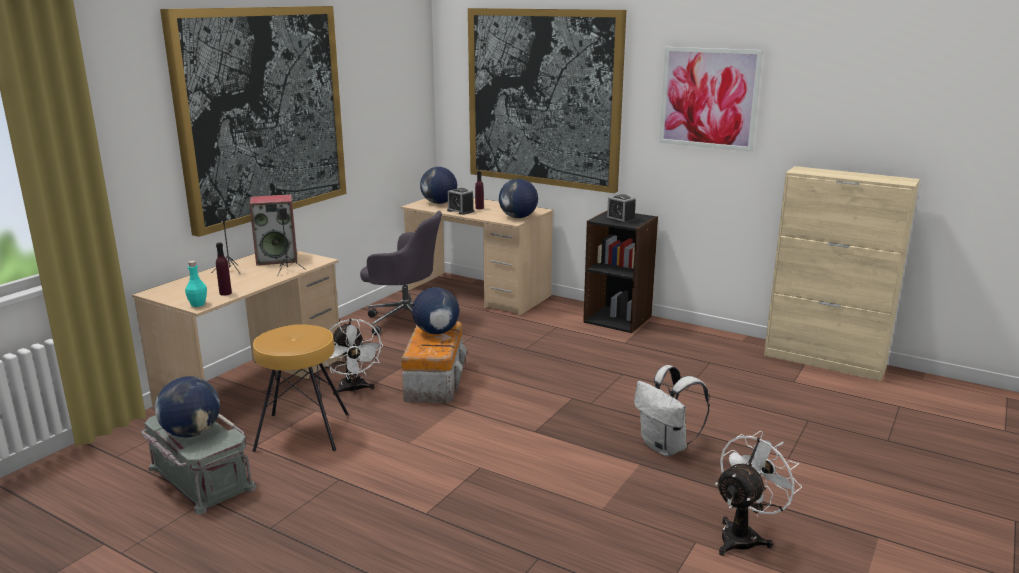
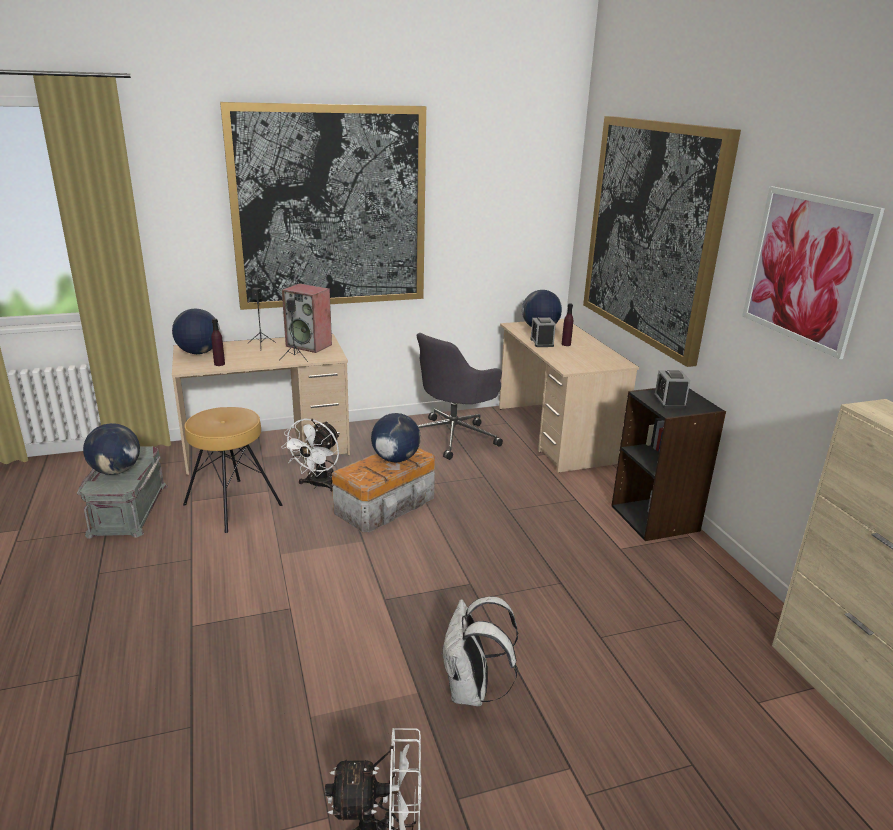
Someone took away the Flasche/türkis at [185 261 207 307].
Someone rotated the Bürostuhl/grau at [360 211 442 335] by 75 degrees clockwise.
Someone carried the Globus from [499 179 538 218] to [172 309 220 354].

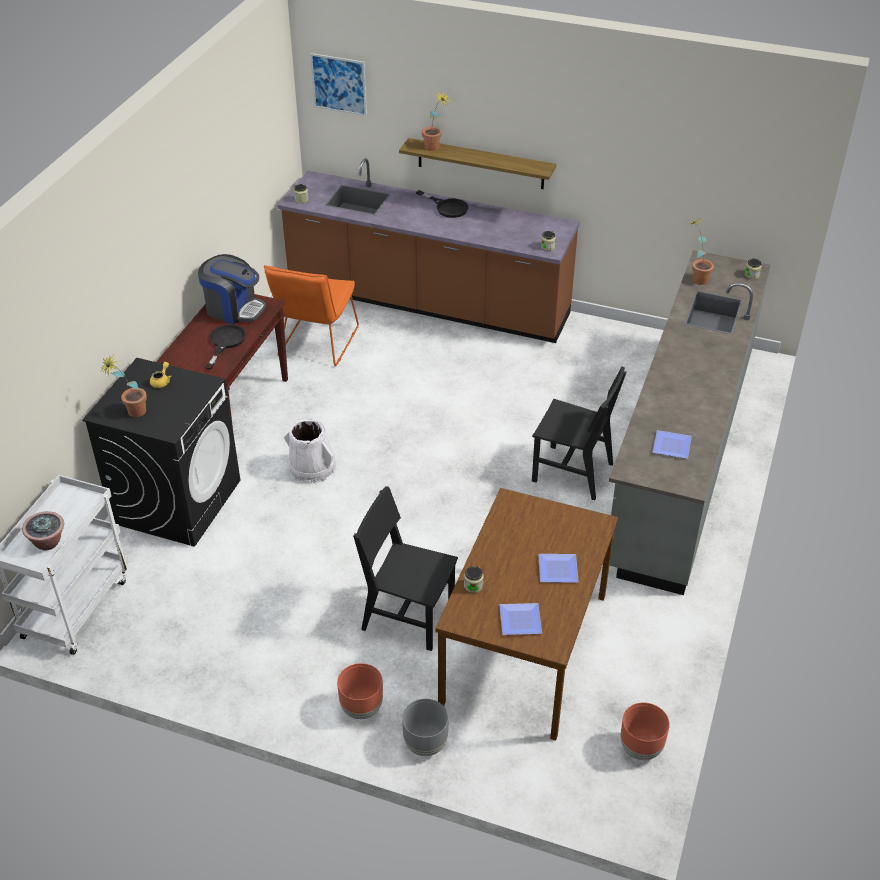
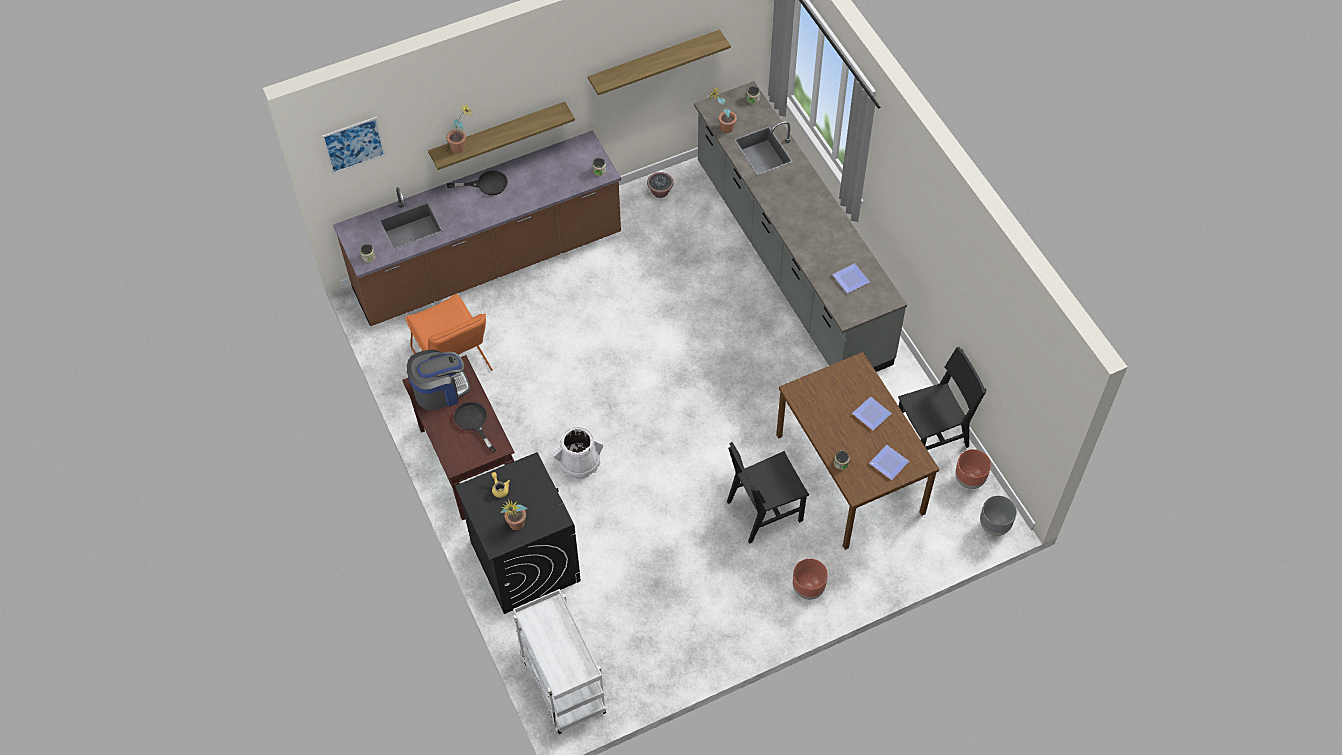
Someone carried the Topfpflanze from [22 511 64 550] to [647 172 674 198].
Someone carried the Pflanzkübel/grau from [402 699 449 756] to [980 496 1017 536].
Someone carried the Stuhl/schwarz from [532 367 627 500] to [898 347 987 450].
Someone put up the Wandregal at [588 30 731 95].

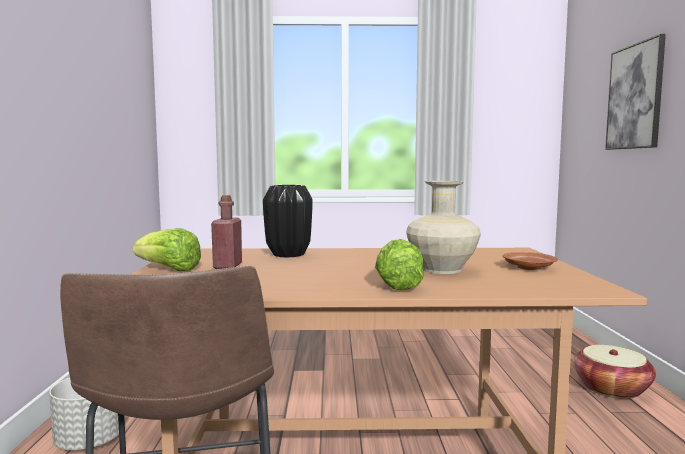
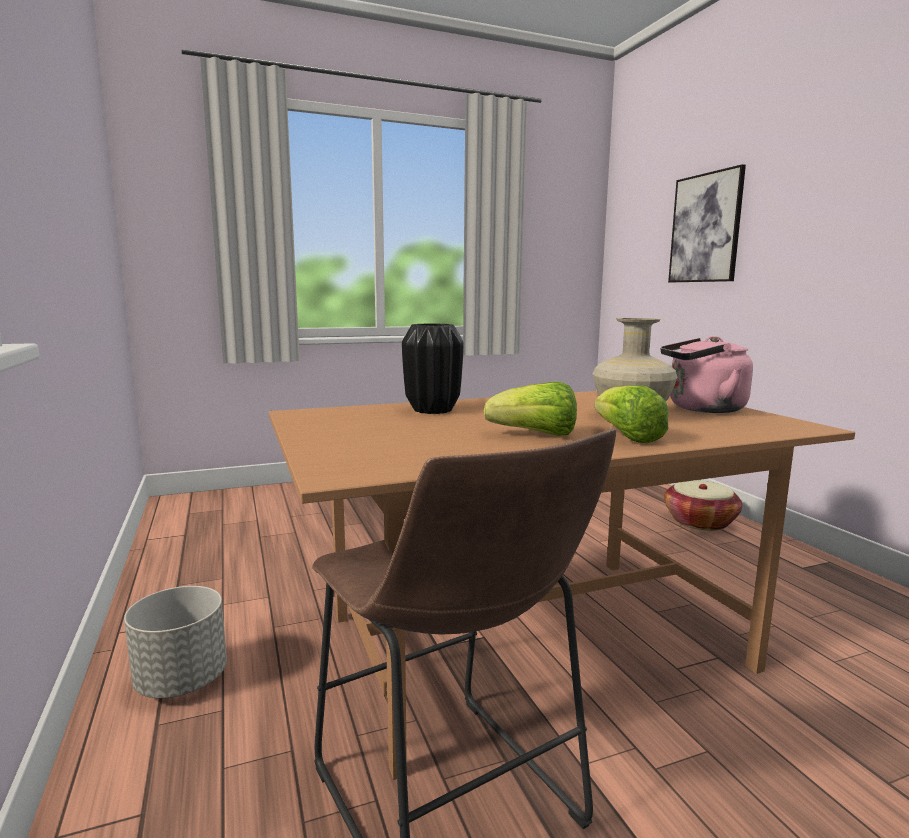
Someone carried the Salatkopf from [133 228 201 271] to [484 382 577 436].
Someone took away the Flasche/rot at [211 195 242 269].
Someone swapped the Teller/braun at [503 252 558 270] for the Wasserkessel/rosa at [660 336 753 413].

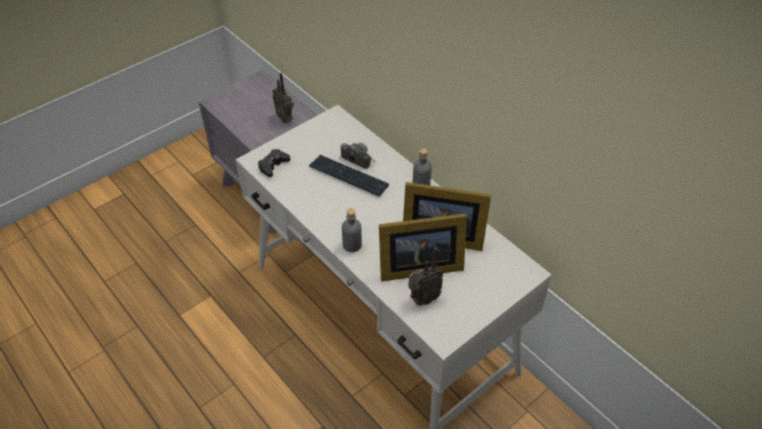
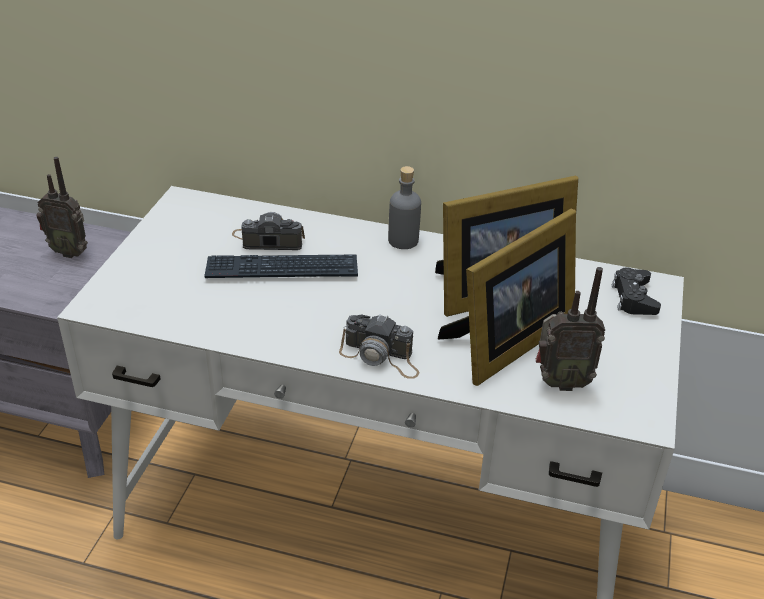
Someone carried the Gamepad/schwarz from [258 149 290 177] to [611 268 661 315].
Someone swapped the Flasche/grau at [342 208 362 252] for the Kamera at [339 314 419 379].
Someone rotated the Radio at [408 247 443 306] by 60 degrees clockwise.

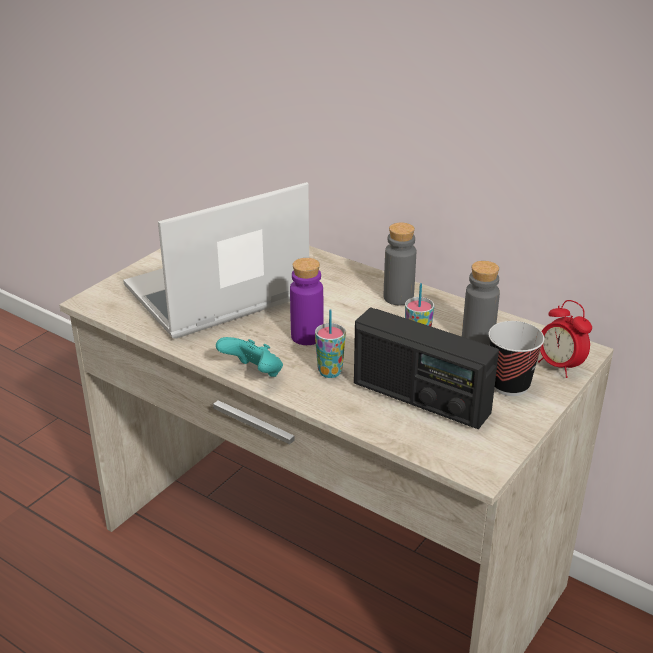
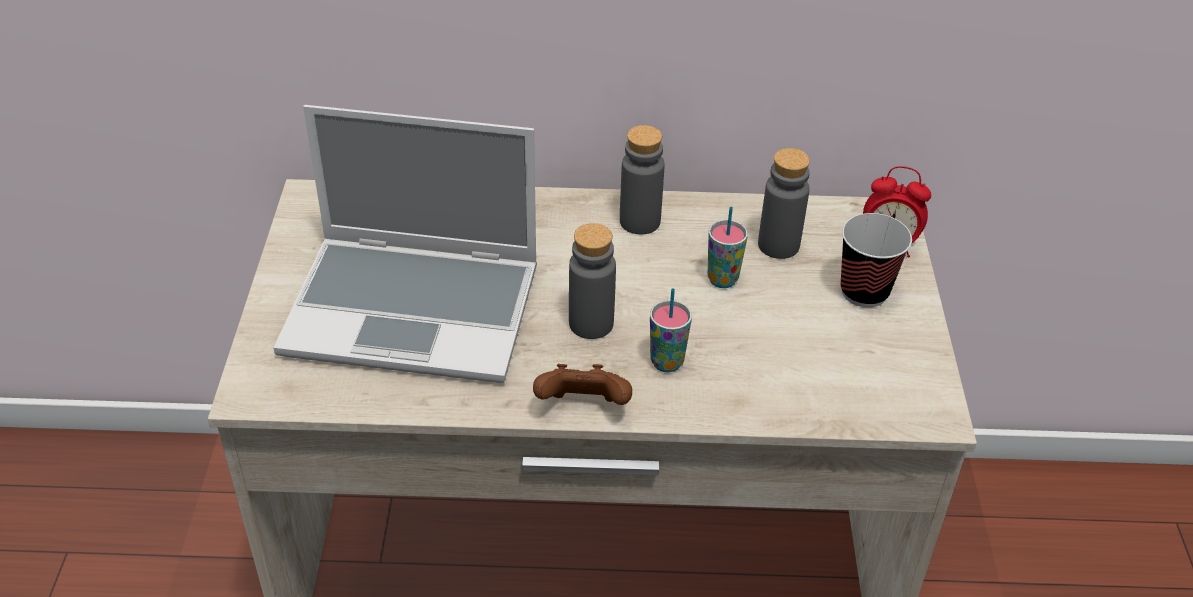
Someone rotated the Laptop at [123 182 309 339] by 105 degrees counterclockwise.
Someone repainted the Gamepad/türkis at [216 337 283 377], which became the Gamepad/braun at [533 364 632 405].
Someone repainted the Flasche/lila at [290 258 323 345], which became the Flasche/grau at [569 223 616 339].
Someone took away the Radio at [354 308 499 429].

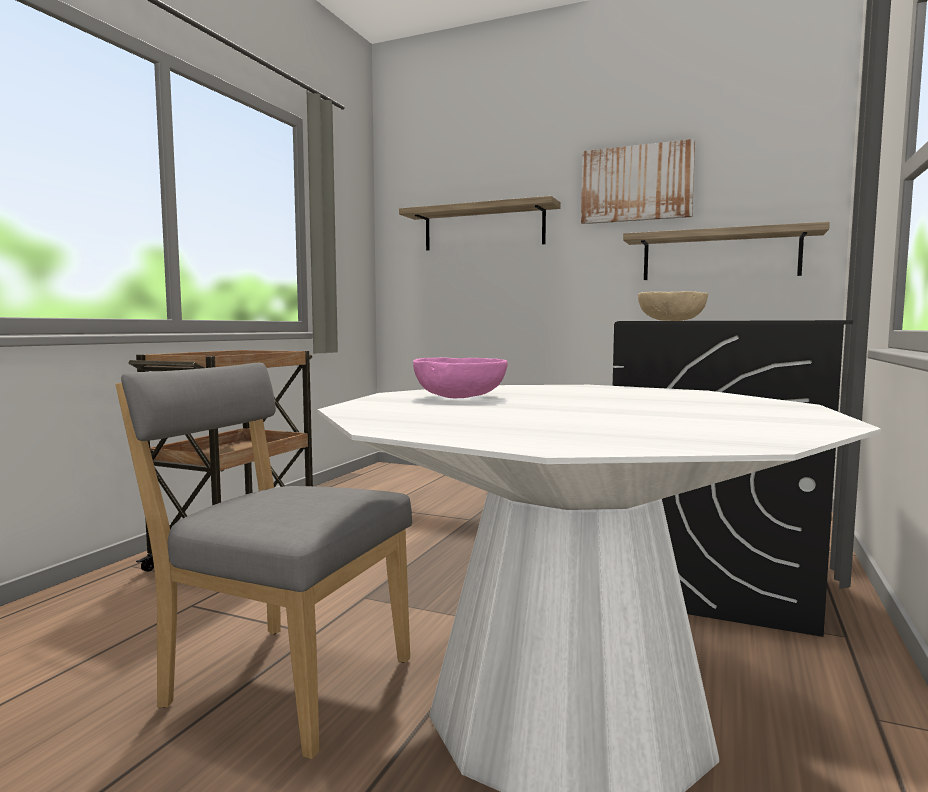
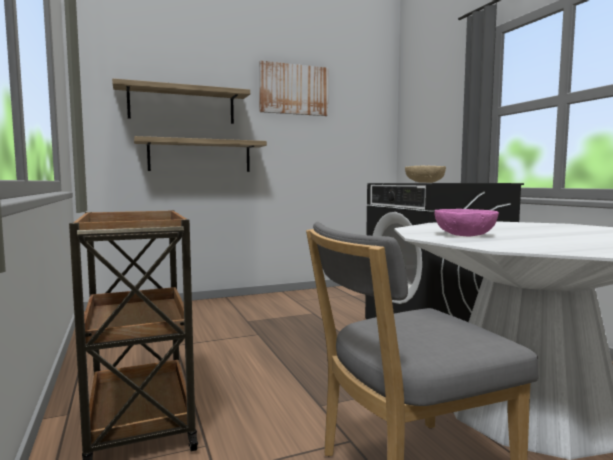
Someone carried the Wandregal from [623 222 830 280] to [134 136 267 172].

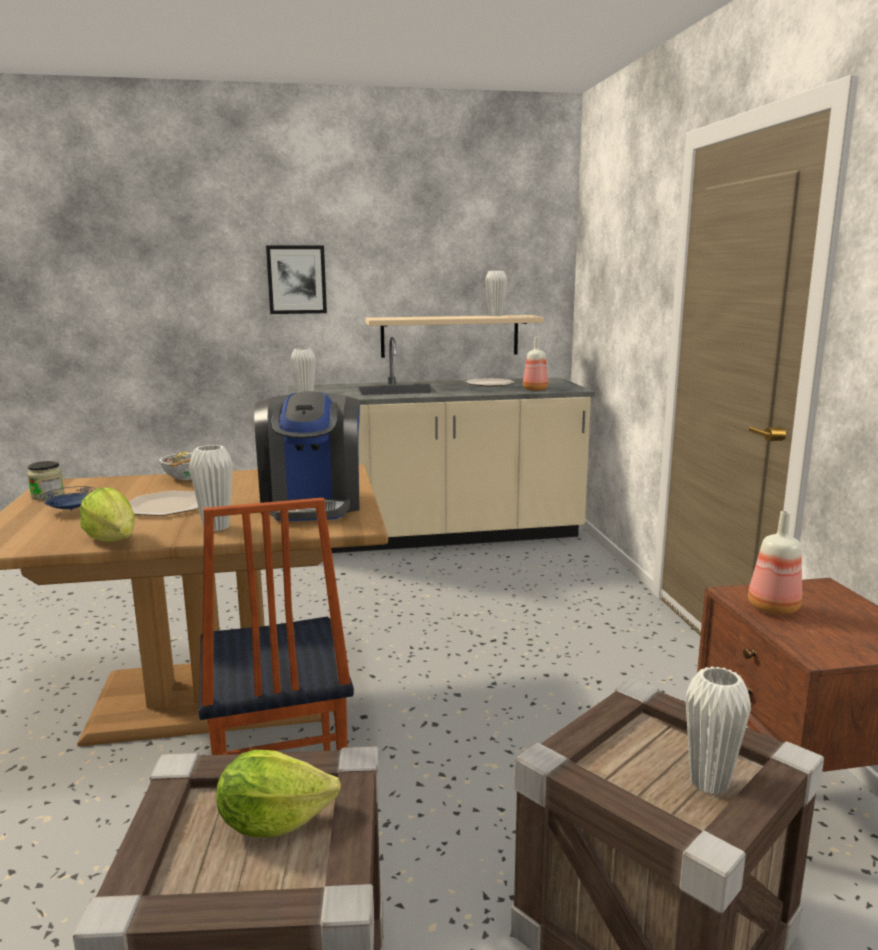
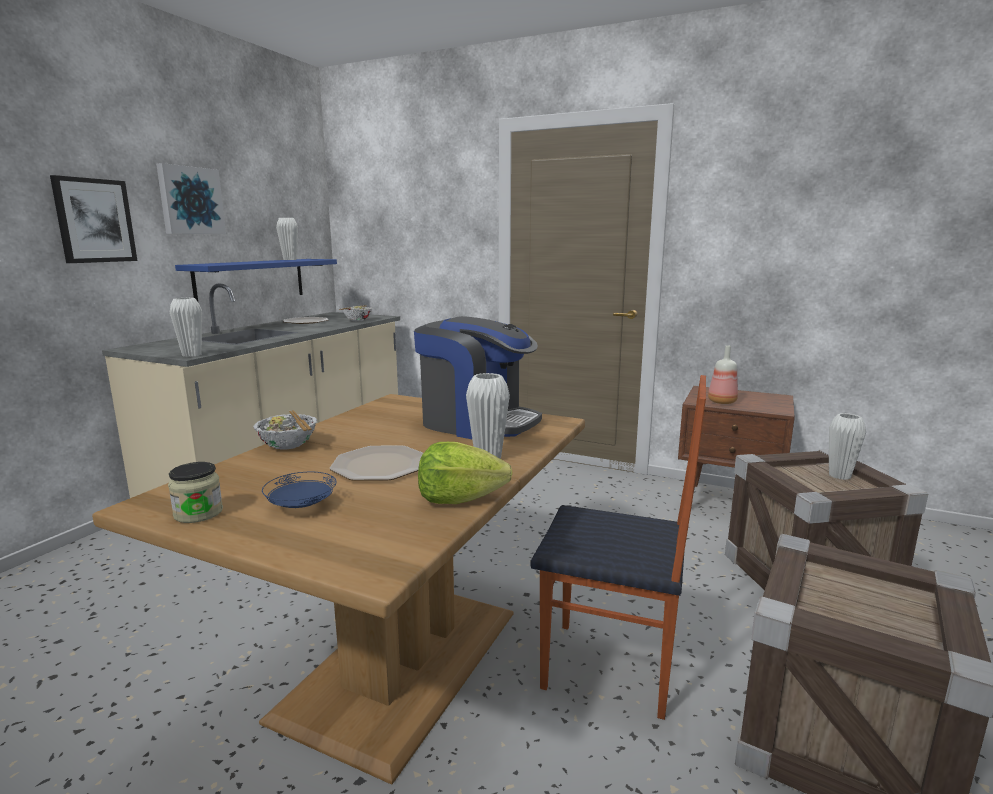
Someone took away the Salatkopf at [216 750 341 837].
Someone repainted the Wandregal/beige at [365 315 544 358], which became the Wandregal/blau at [175 259 337 301].
Someone swapped the Flasche at [523 337 549 391] for the Schüssel at [339 305 373 321].
Someone put up the Bild at [156 163 226 234].

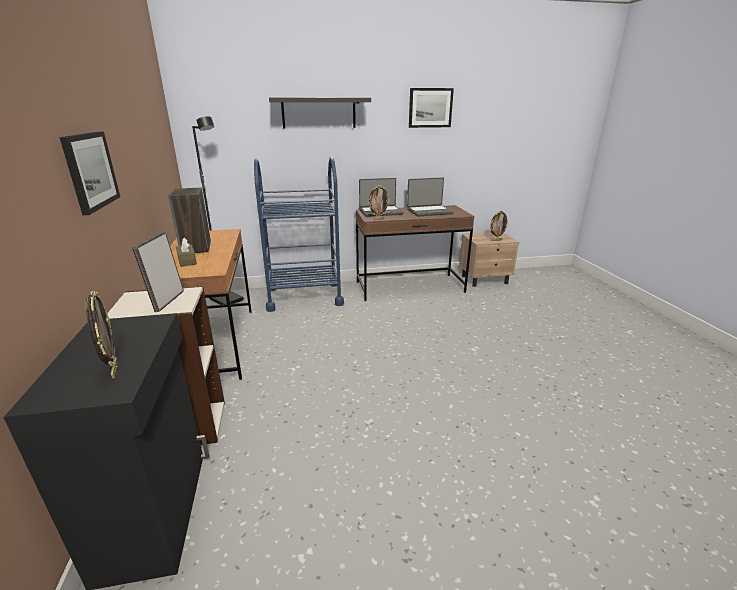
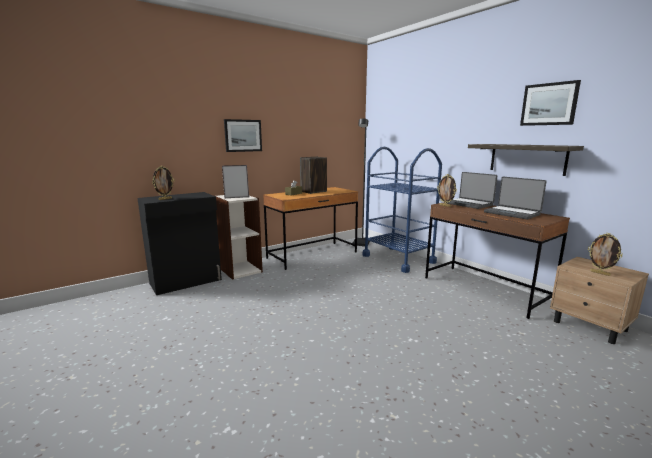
Someone carried the Wandregal from [269 97 371 128] to [468 144 584 176].

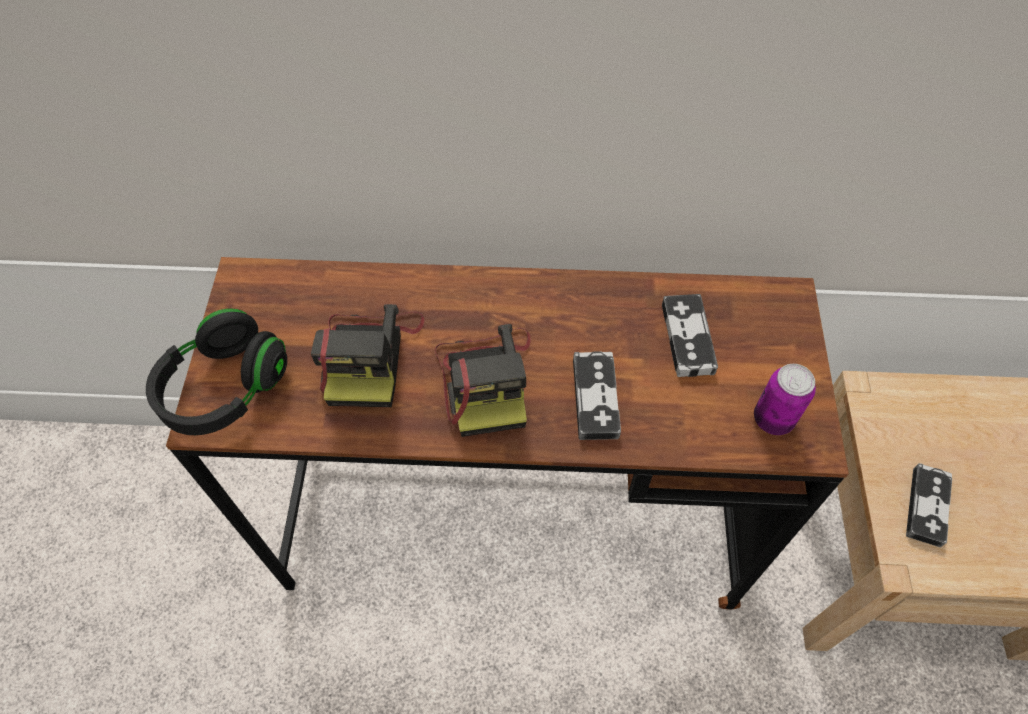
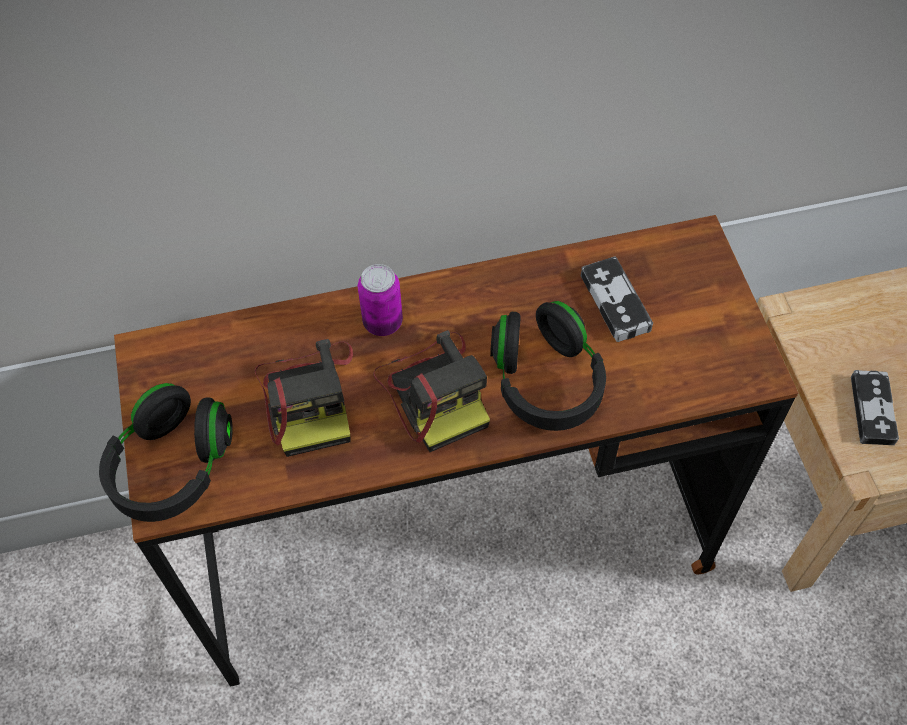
Someone swapped the Gamepad at [573 351 621 440] for the Kopfhörer/schwarz at [490 301 606 431].
Someone carried the Dose from [754 364 816 435] to [358 264 403 336].

